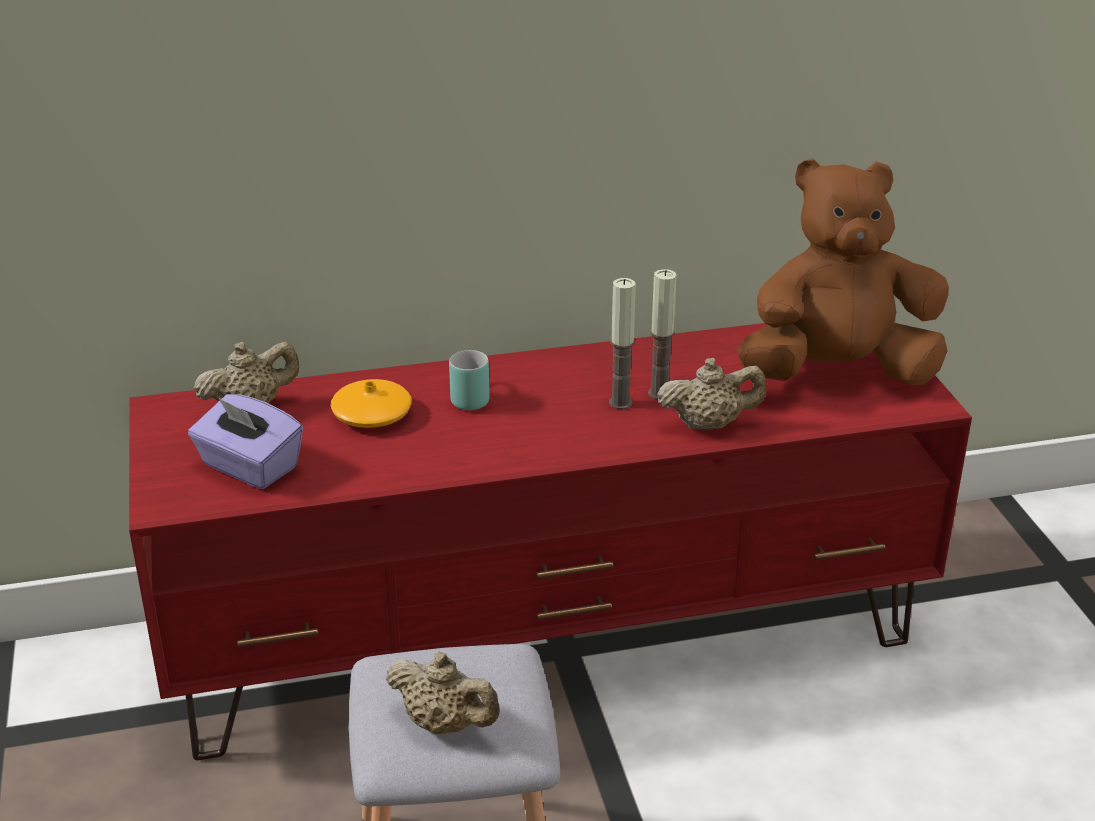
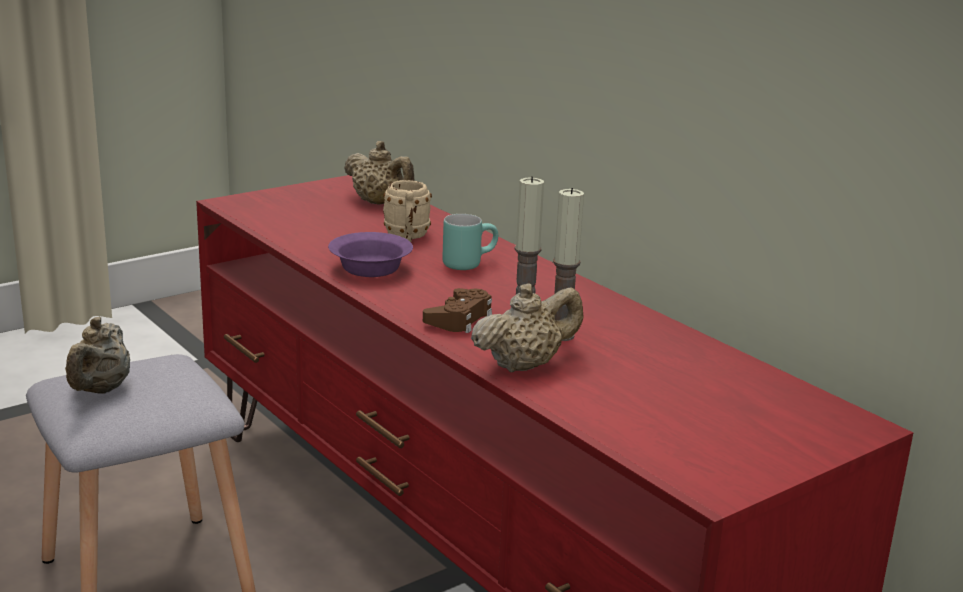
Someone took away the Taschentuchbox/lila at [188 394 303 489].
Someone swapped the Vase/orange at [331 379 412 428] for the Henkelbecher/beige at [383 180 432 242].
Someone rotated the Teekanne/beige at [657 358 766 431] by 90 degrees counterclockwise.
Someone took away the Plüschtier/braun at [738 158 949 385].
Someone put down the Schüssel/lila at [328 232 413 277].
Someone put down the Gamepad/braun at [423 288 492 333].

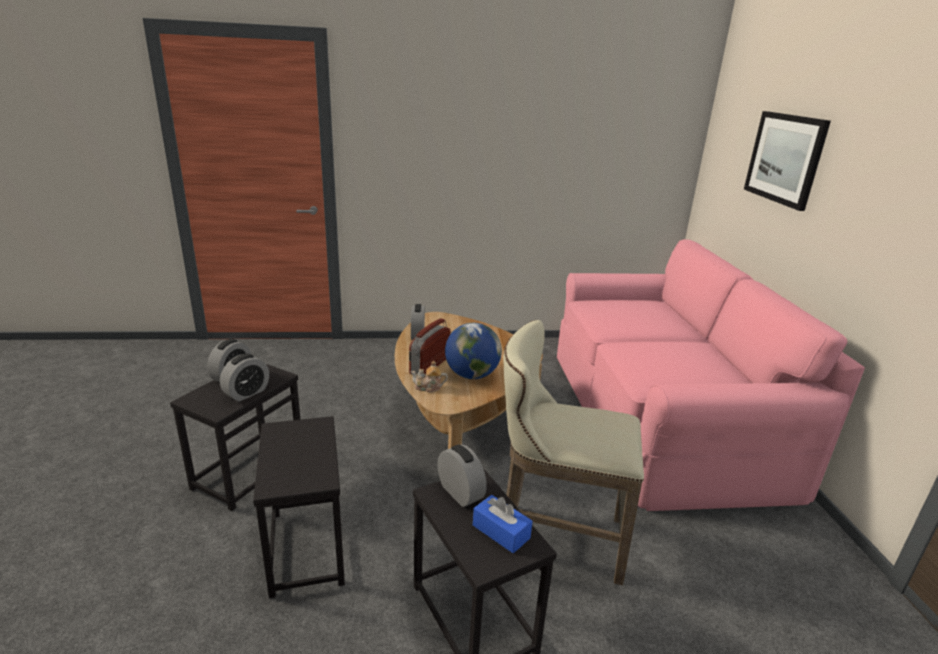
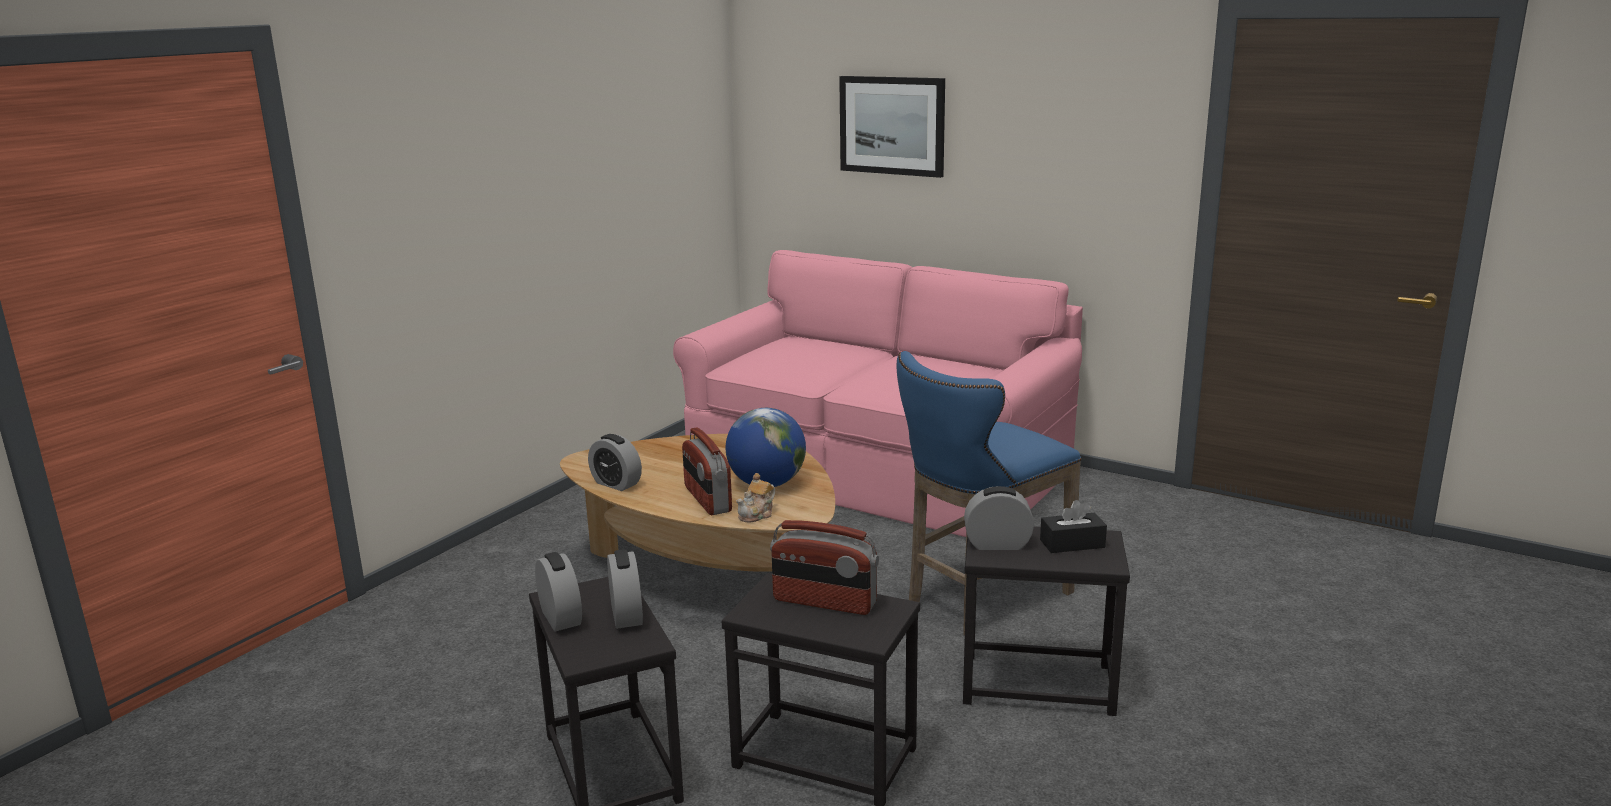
Someone repainted the Taschentuchbox/blau at [473 495 532 553], which became the Taschentuchbox/schwarz at [1040 500 1107 553].
Someone repainted the Hocker/beige at [504 320 644 585], which became the Hocker/blau at [897 351 1081 636].
Someone put down the Radio at [770 520 879 615].

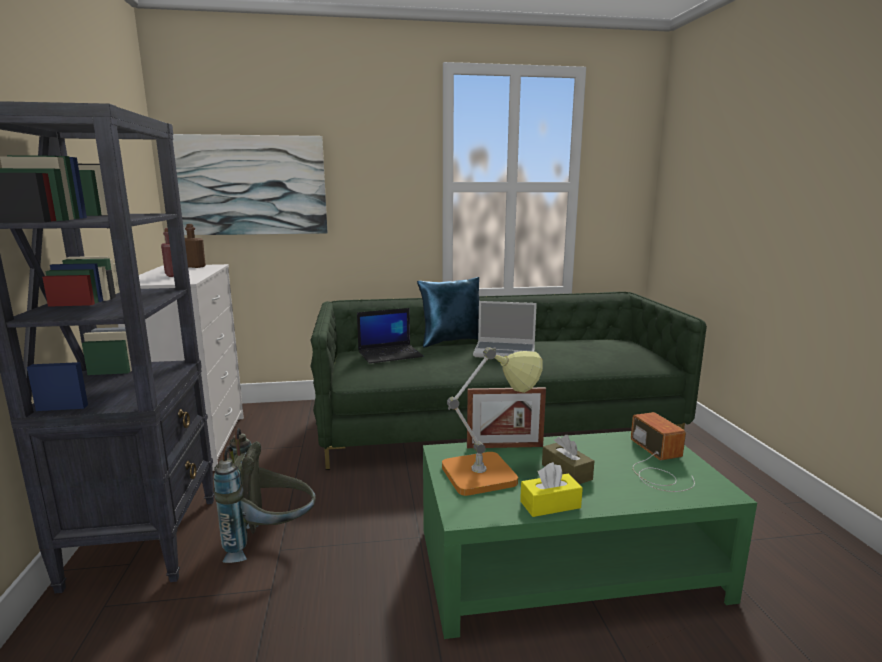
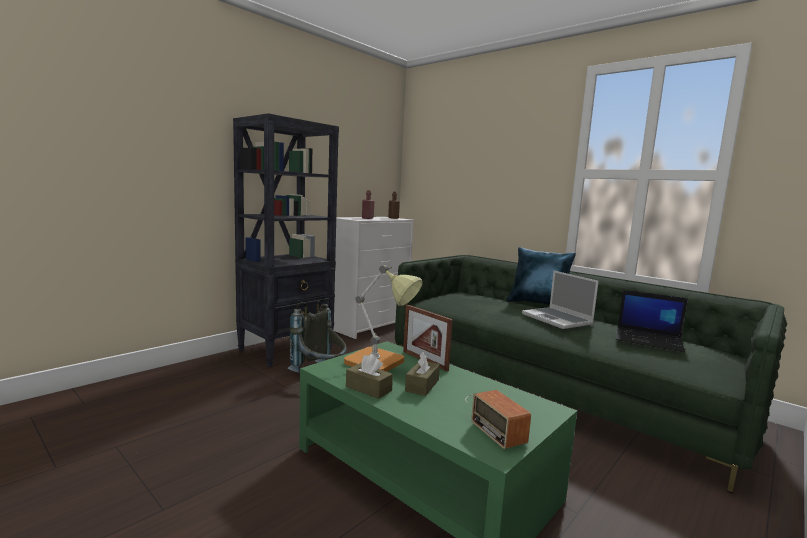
Someone took away the Bild at [173 134 328 235].
Someone carried the Laptop from [357 308 423 364] to [616 290 688 352].
Someone repainted the Taschentuchbox/gelb at [520 462 583 517], which became the Taschentuchbox/braun at [346 354 393 399].
Someone rotated the Radio at [631 412 695 492] by 120 degrees clockwise.

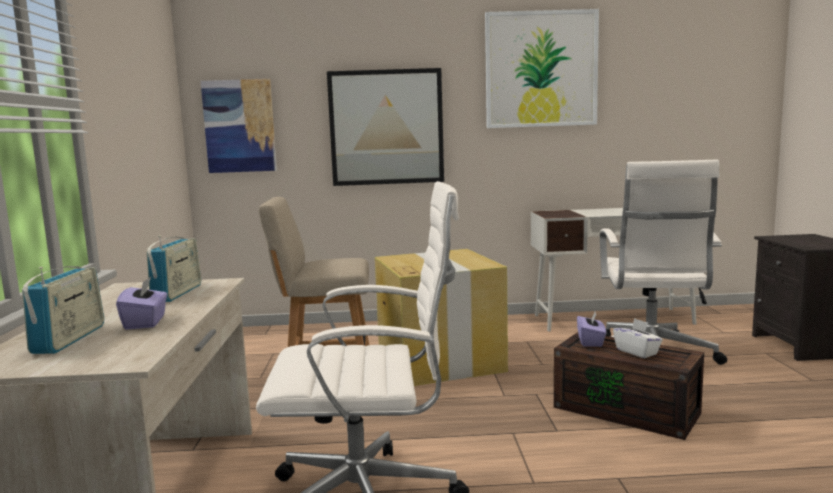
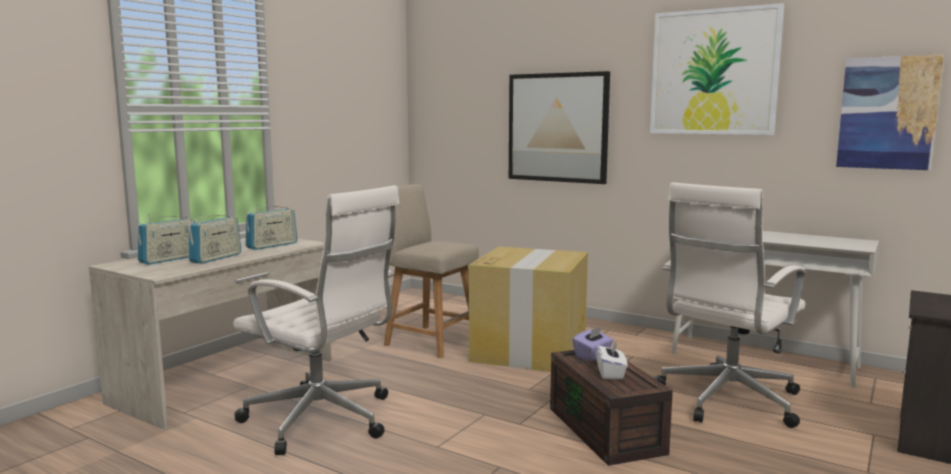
Someone swapped the Taschentuchbox/lila at [116 277 167 330] for the Radio at [188 213 241 264].
Someone carried the Bild from [201 79 277 173] to [836 55 944 170].

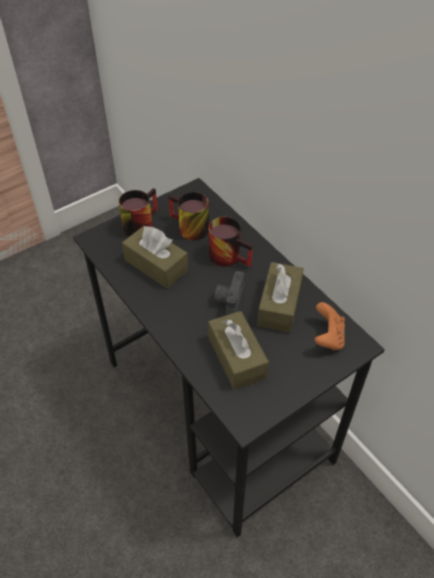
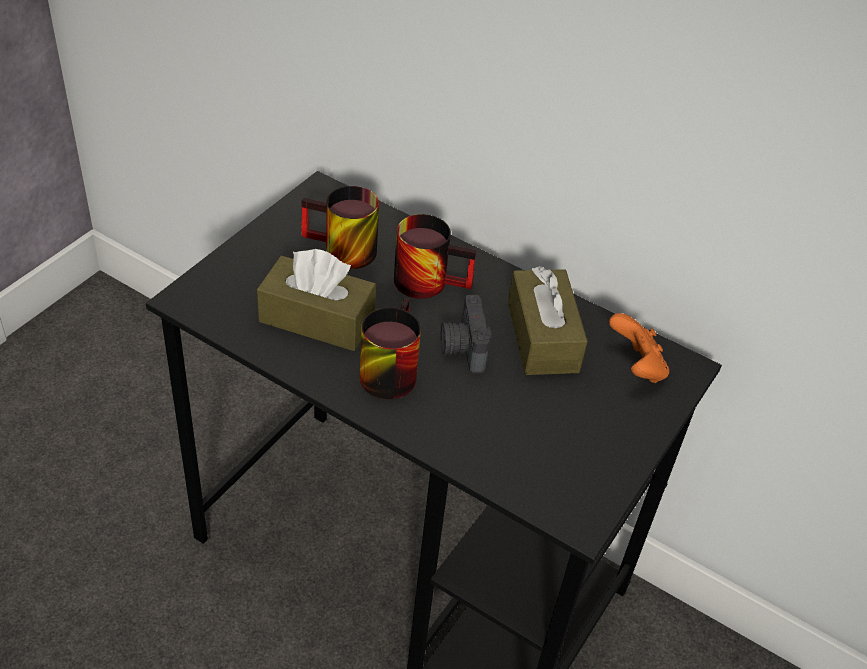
Someone carried the Henkelbecher from [119 188 158 237] to [360 297 421 399].
Someone took away the Taschentuchbox/braun at [208 311 269 390].

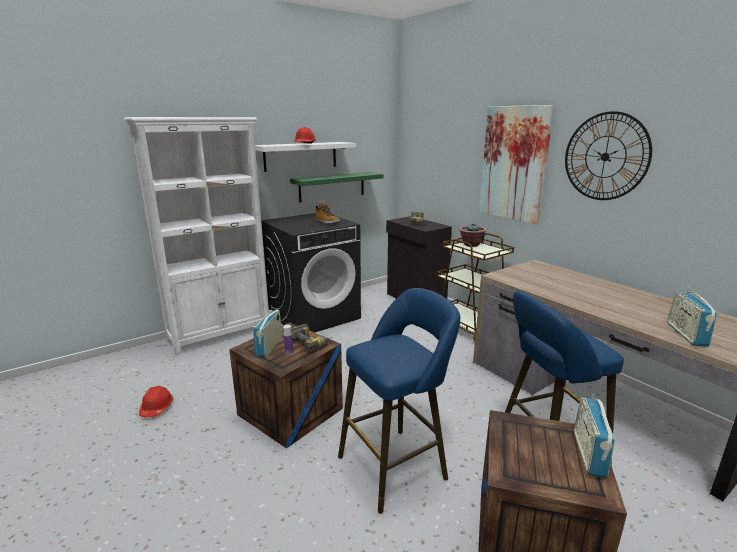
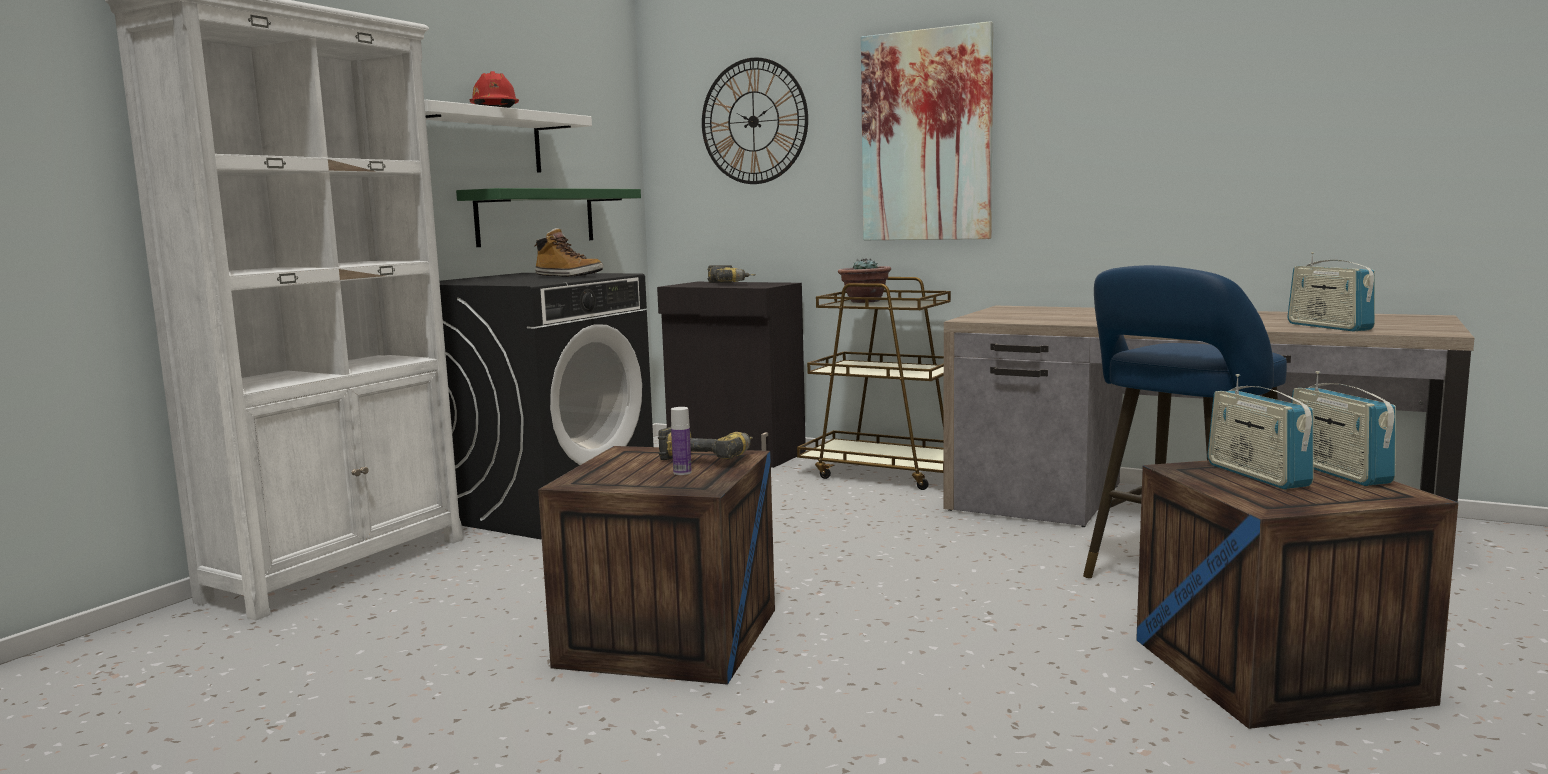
Someone took away the Schutzhelm/rot at [139 386 173 418].
Someone carried the Radio from [253 305 282 357] to [1208 374 1314 489].
Someone took away the Hocker/blau at [338 288 460 514].
Someone carried the Wanduhr from [565 111 652 200] to [702 57 808 184].

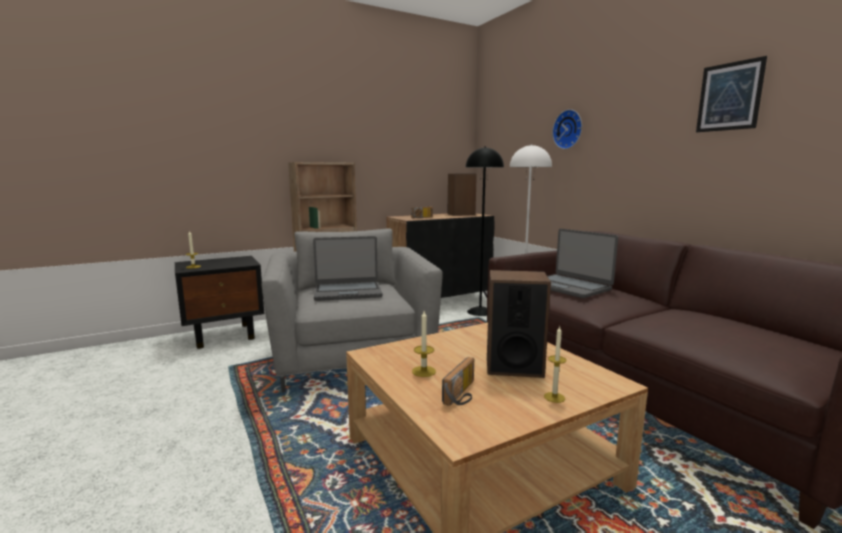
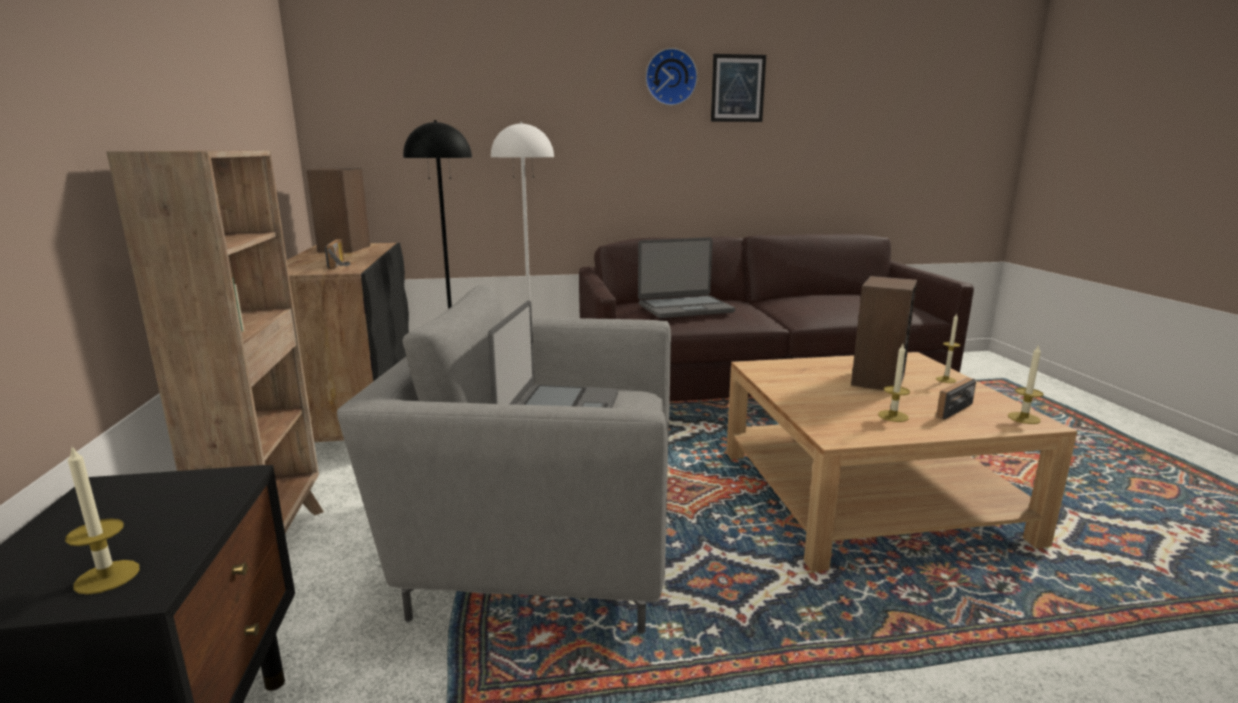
Someone rotated the Radio at [442 357 474 406] by 90 degrees counterclockwise.
Someone carried the Wanduhr from [552 109 582 149] to [645 48 698 106].
Someone put down the Kerze at [1008 344 1044 424].

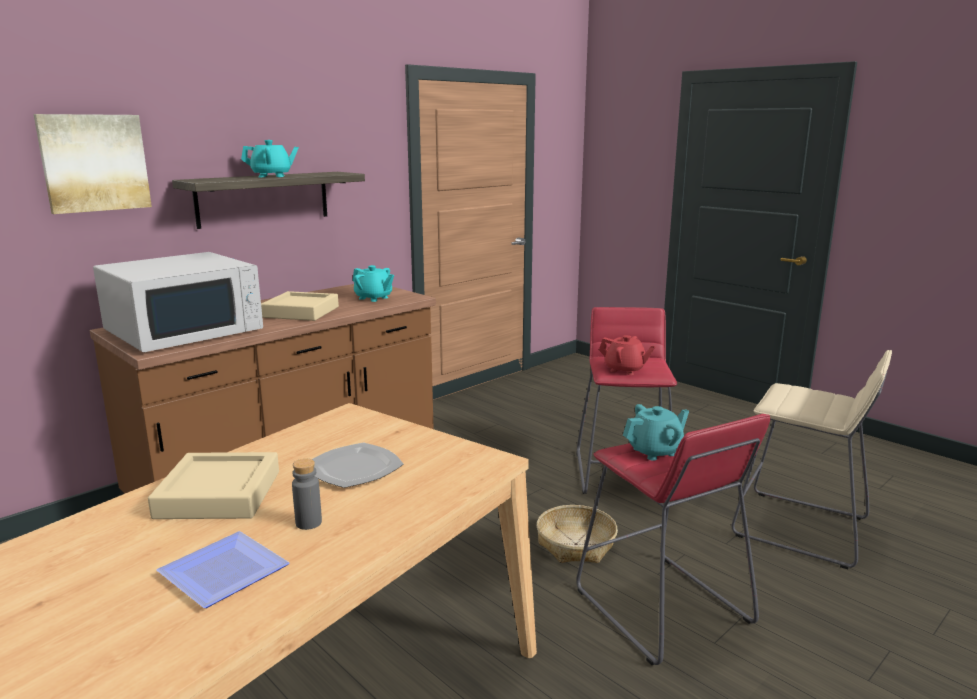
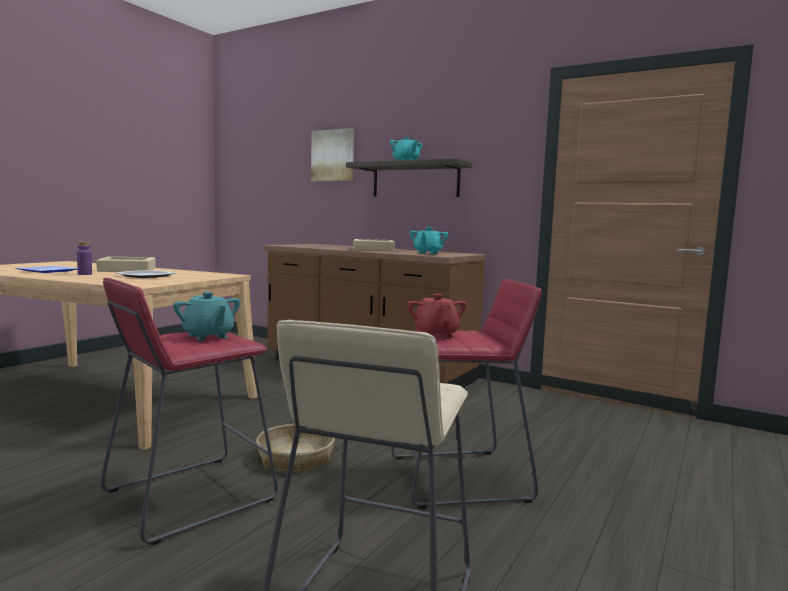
Someone took away the Mikrowelle/weiß at [93 252 263 352].
Someone repainted the Flasche/grau at [292 459 322 530], which became the Flasche/lila at [77 241 92 275].
Someone rotated the Teekanne/rot at [599 335 656 375] by 150 degrees clockwise.

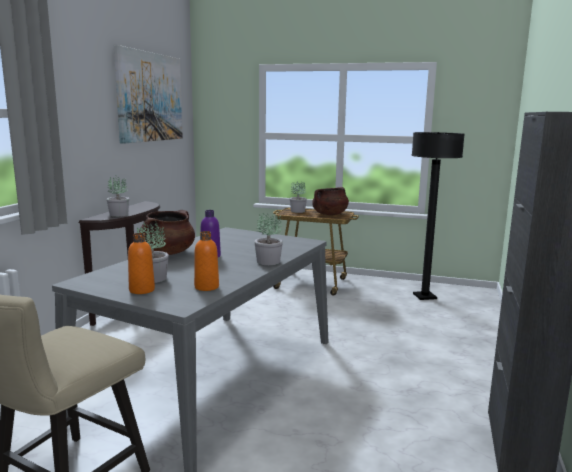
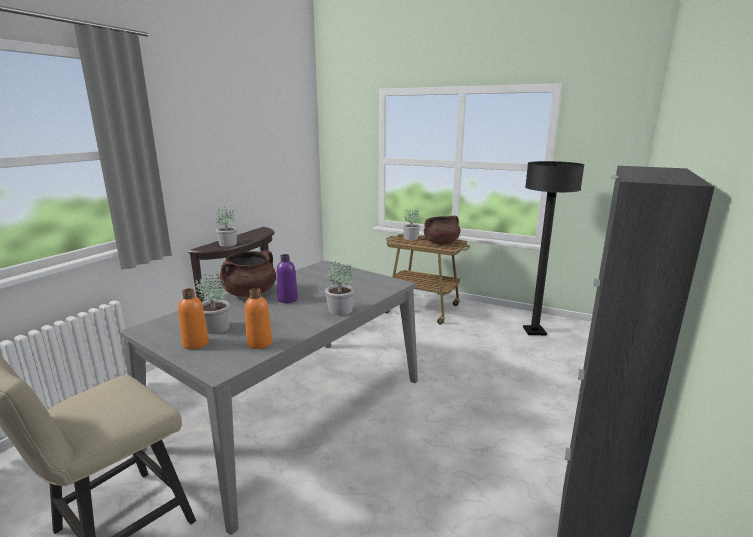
Someone took away the Bild at [114 45 183 144].

